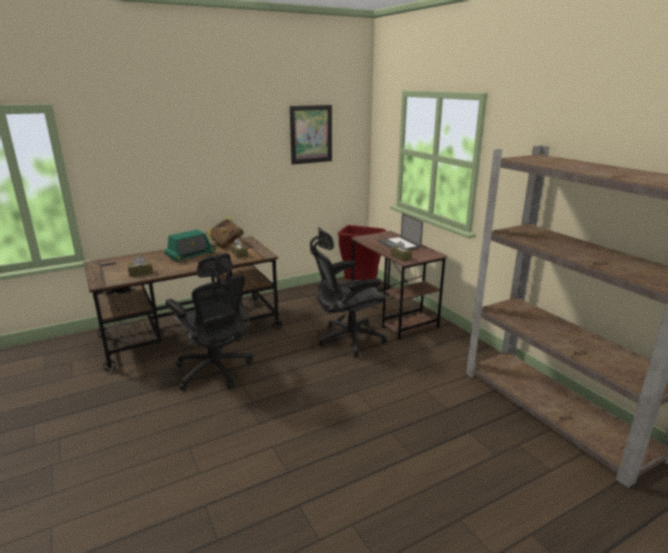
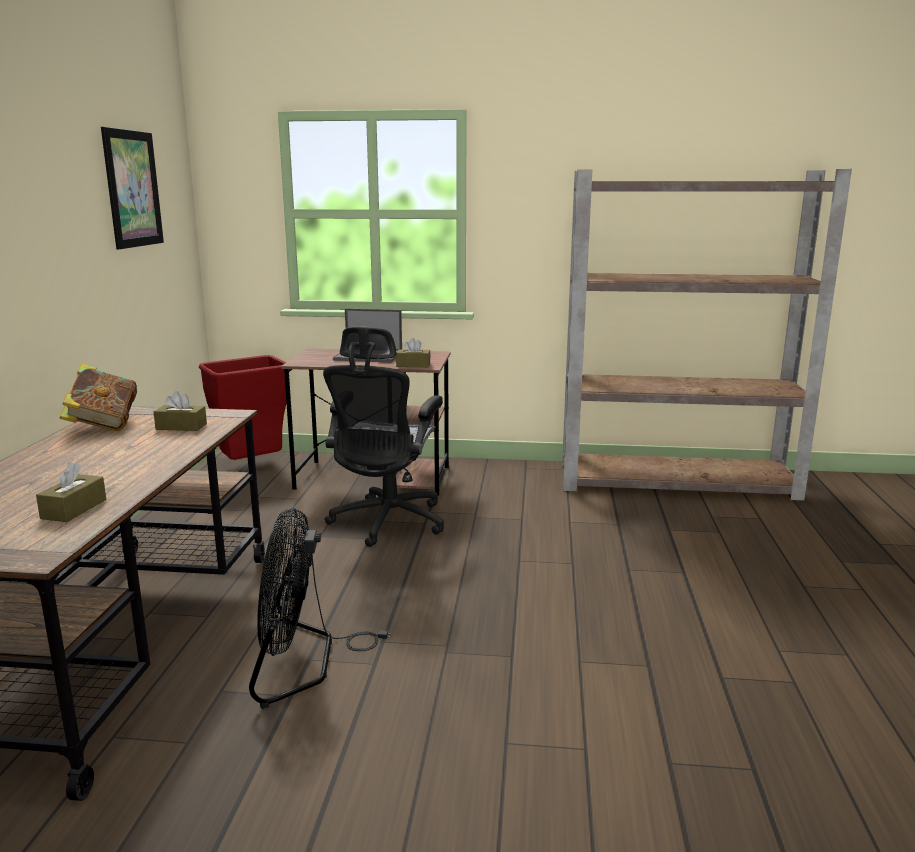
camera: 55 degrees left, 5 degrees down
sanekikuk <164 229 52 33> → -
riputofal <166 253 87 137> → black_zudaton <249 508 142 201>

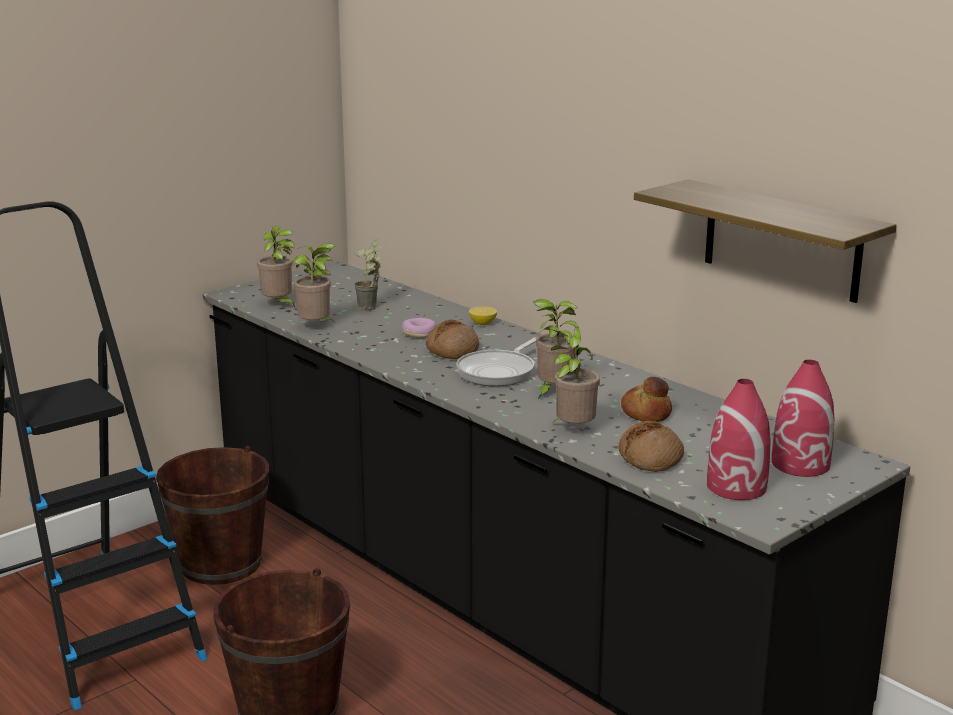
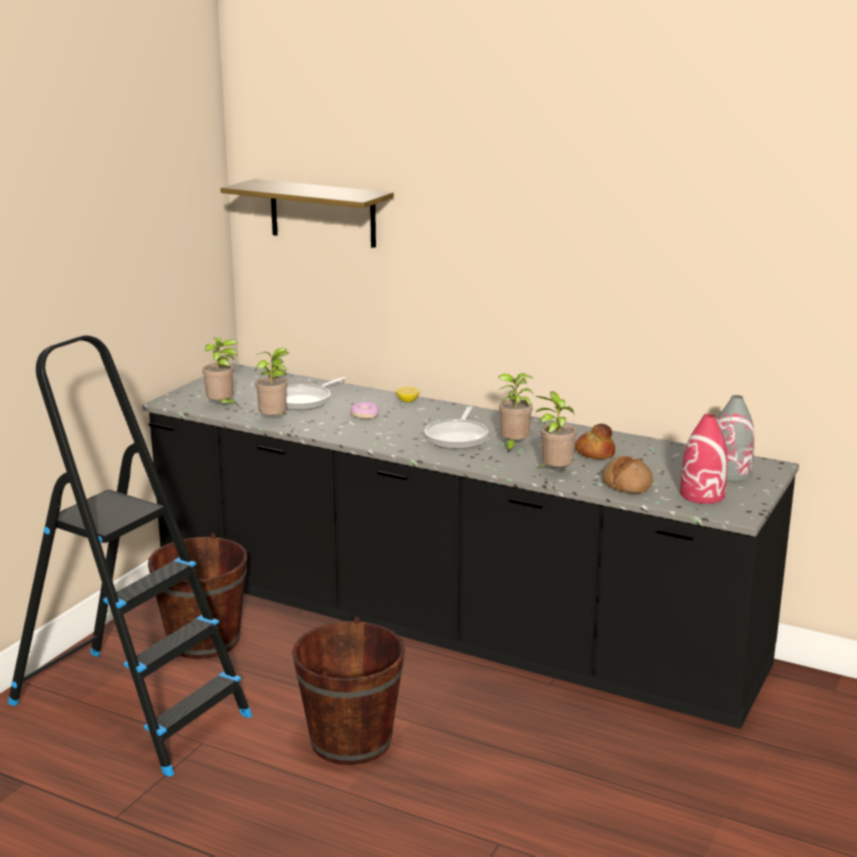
camera: 20 degrees left, 0 degrees up
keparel <634 179 263 124> → keparel <220 179 174 69>, shifted
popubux <354 239 29 71> → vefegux <287 377 59 33>
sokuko <426 319 53 40> → -
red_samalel <772 360 63 117> → grey_samalel <717 395 38 86>

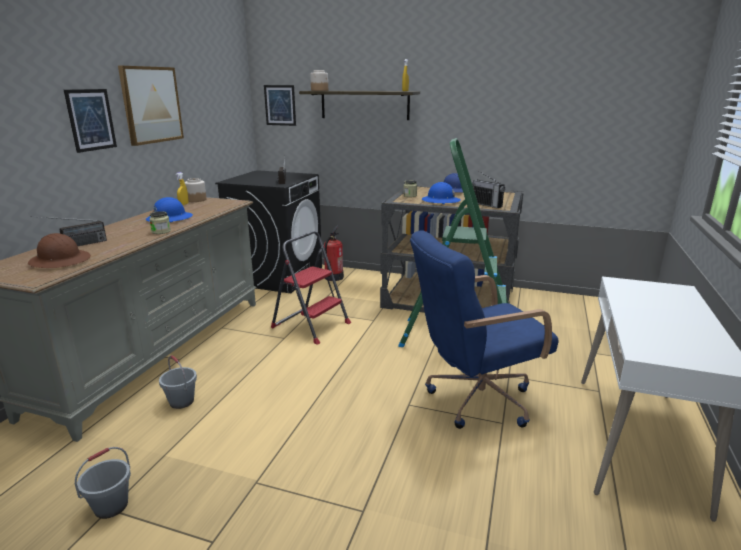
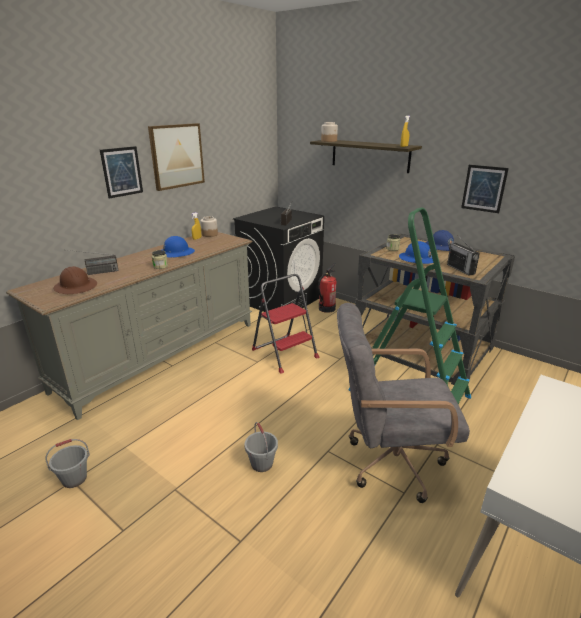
camera: 20 degrees right, 5 degrees up
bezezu <264 85 32 41> → bezezu <461 165 48 48>, shifted
blue_riputofal <410 230 148 199> → grey_riputofal <337 303 133 200>
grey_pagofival <159 355 38 54> → grey_pagofival <245 422 33 50>, shifted

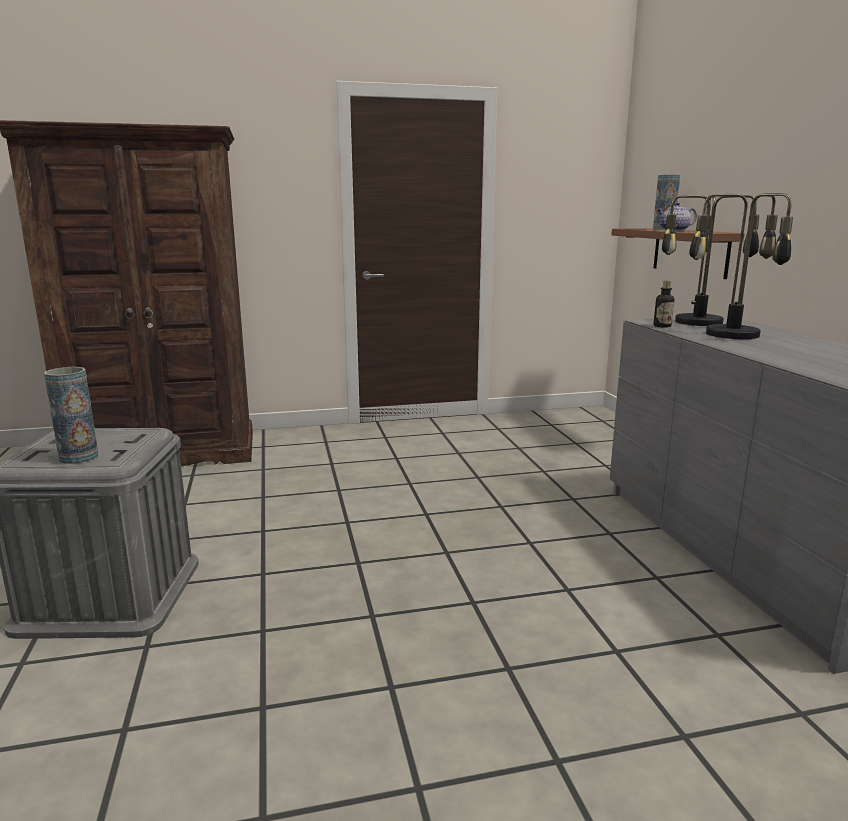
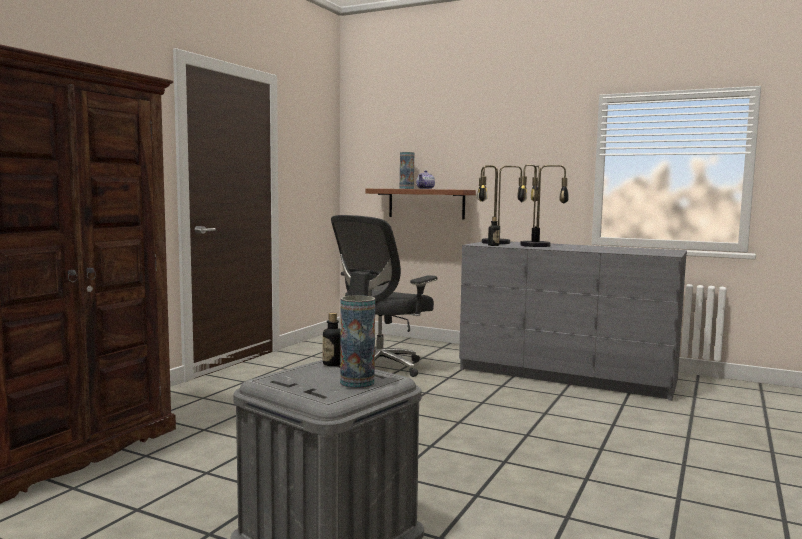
camera: 50 degrees left, 10 degrees down
- → riputofal <331 215 107 162>
- → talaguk <323 313 18 53>

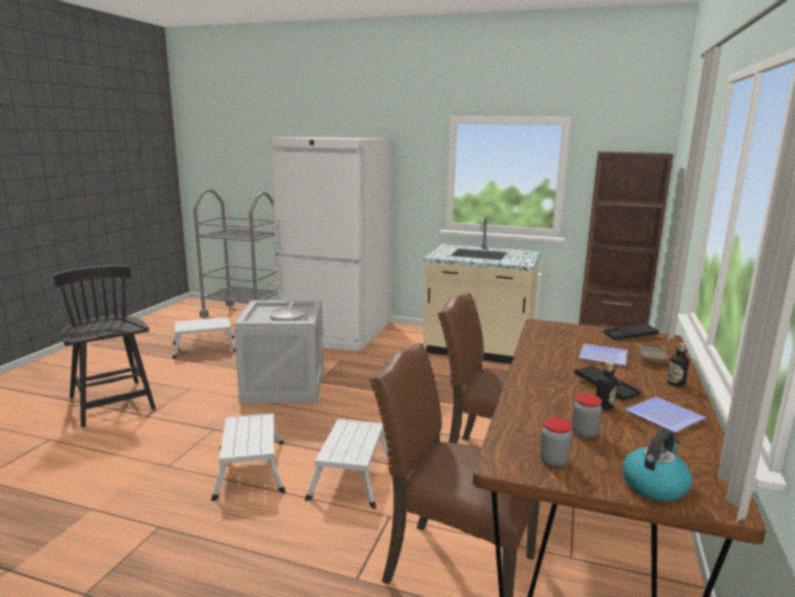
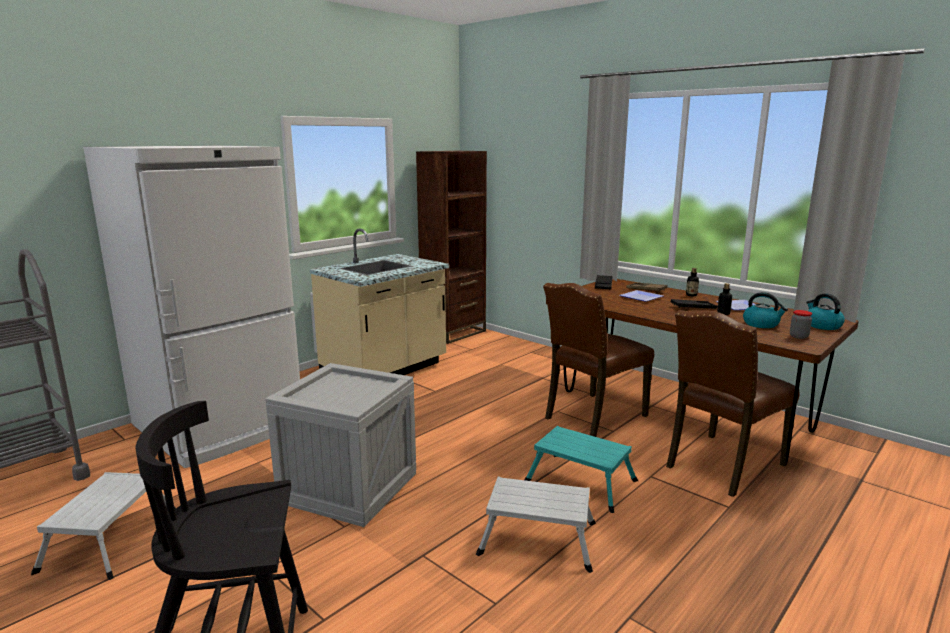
camera: 65 degrees left, 0 degrees up
vefegux <269 301 36 20> → -
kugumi <572 394 30 44> → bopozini <743 292 45 36>
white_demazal <305 419 84 90> → turquoise_demazal <524 426 114 87>

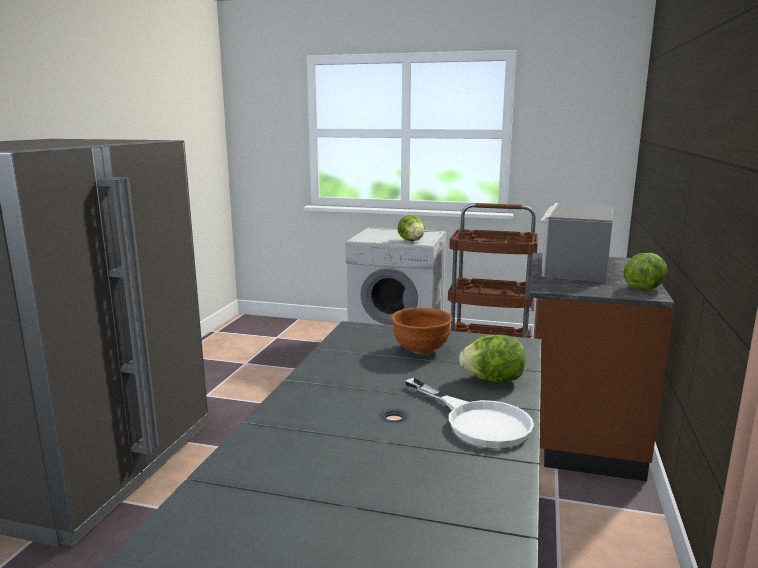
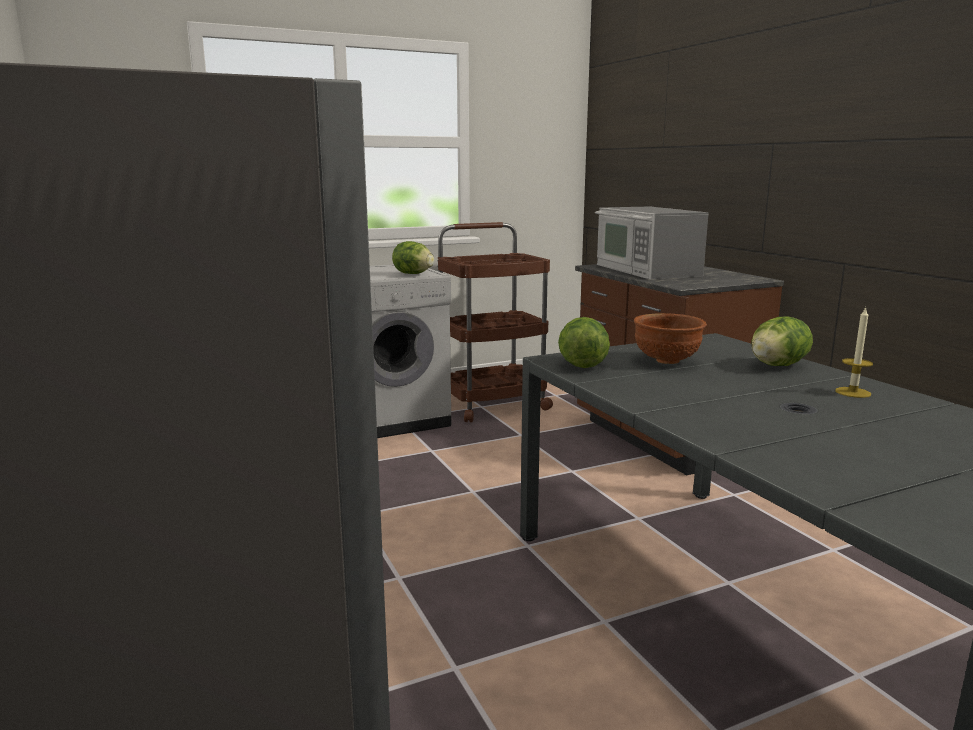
camera: 40 degrees left, 0 degrees up
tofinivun <623 253 44 37> → tofinivun <558 317 52 51>, shifted
white_vefegux <405 378 129 70> → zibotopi <835 307 38 91>

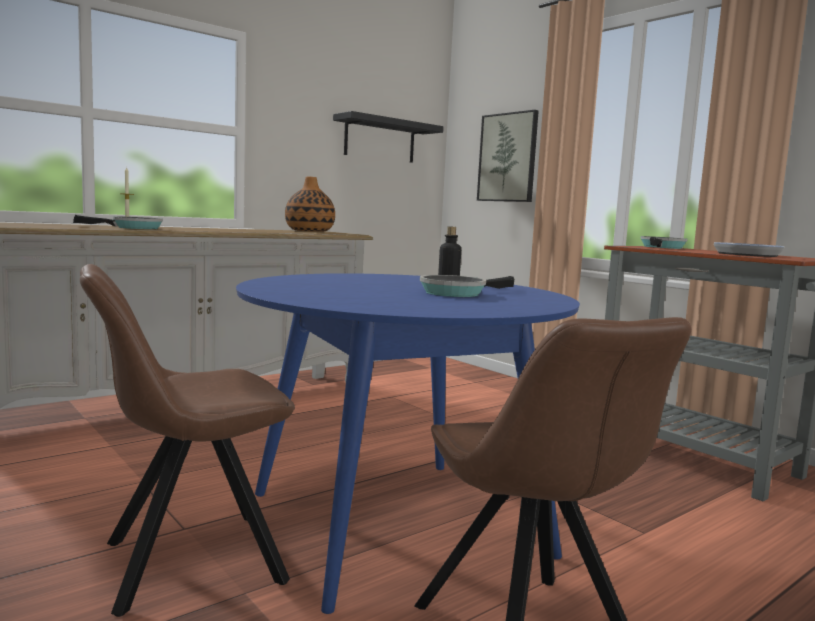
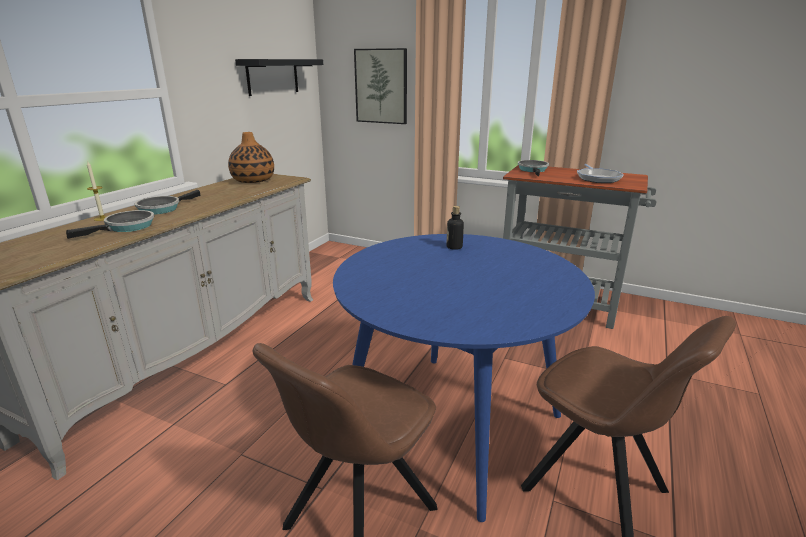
camera: 25 degrees left, 15 degrees up
vefegux <420 275 94 22> → vefegux <134 190 67 25>, shifted

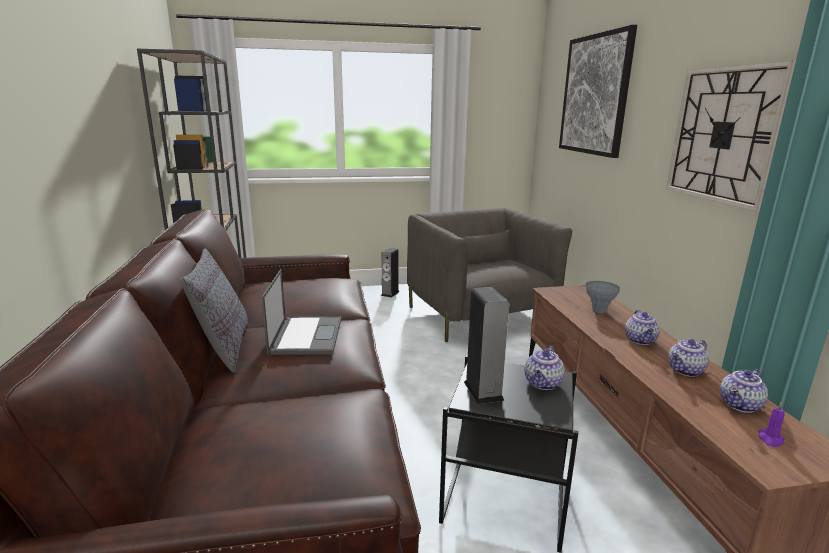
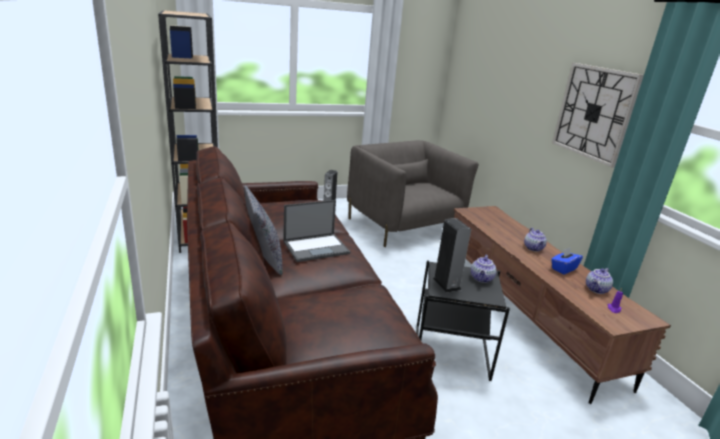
camera: 10 degrees left, 5 degrees up
bezezu <559 25 78 133> → -
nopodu <262 269 79 86> → nopodu <283 200 67 62>, 75 degrees clockwise
grey_samalel <586 281 34 33> → -
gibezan <668 339 41 38> → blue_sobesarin <551 247 32 27>

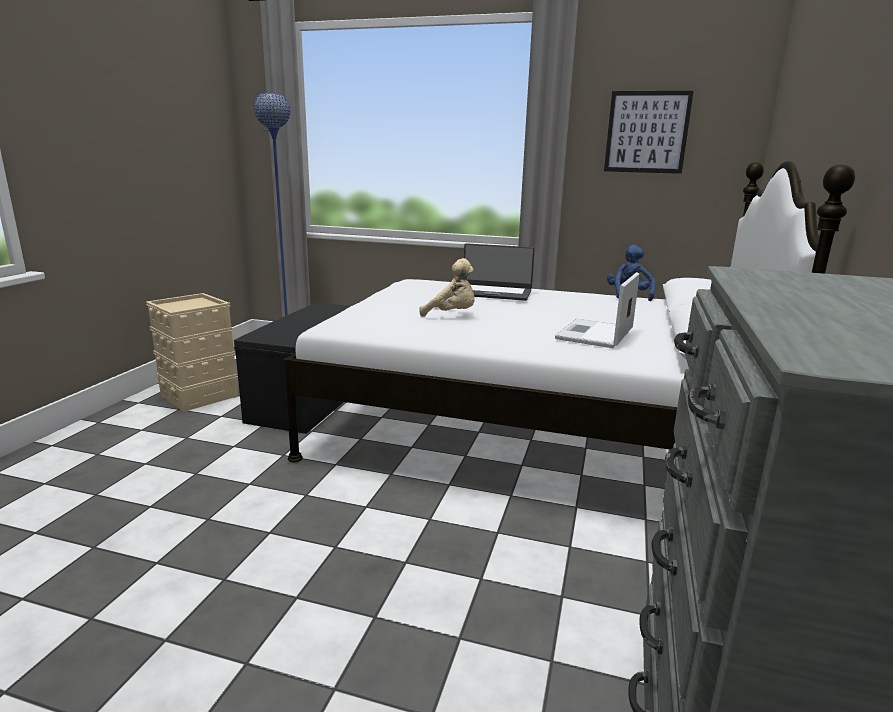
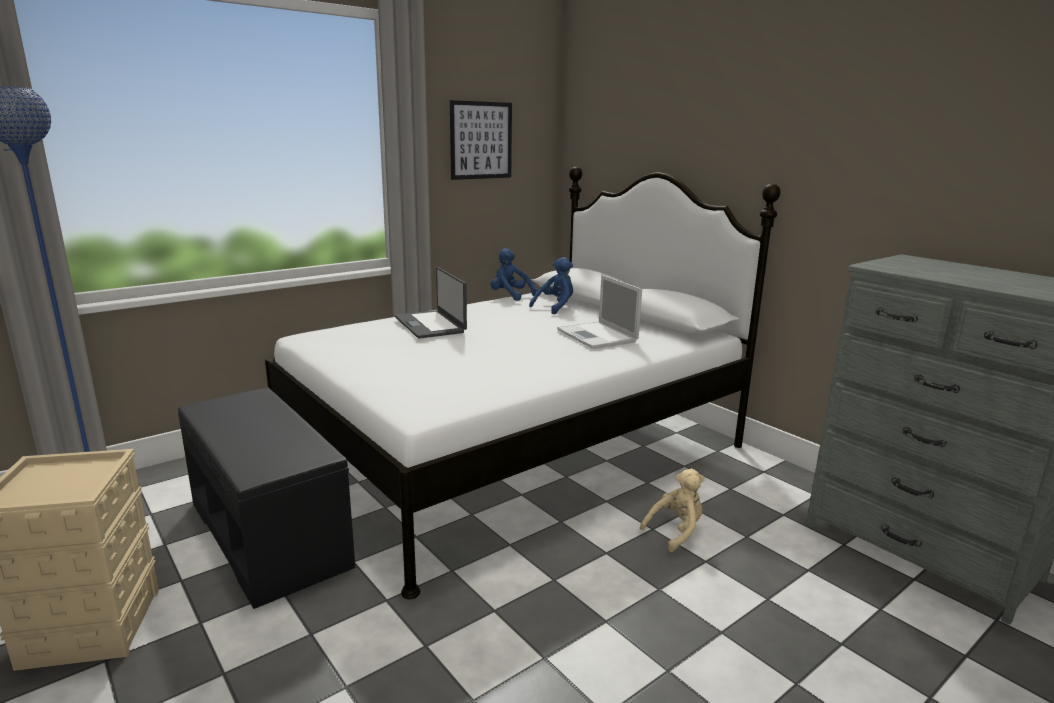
camera: 55 degrees left, 0 degrees up
nopodu <464 243 71 58> → nopodu <395 267 72 72>, 105 degrees clockwise
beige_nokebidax <420 258 55 59> → beige_nokebidax <640 469 65 83>, shifted
- → blue_nokebidax <529 257 44 58>

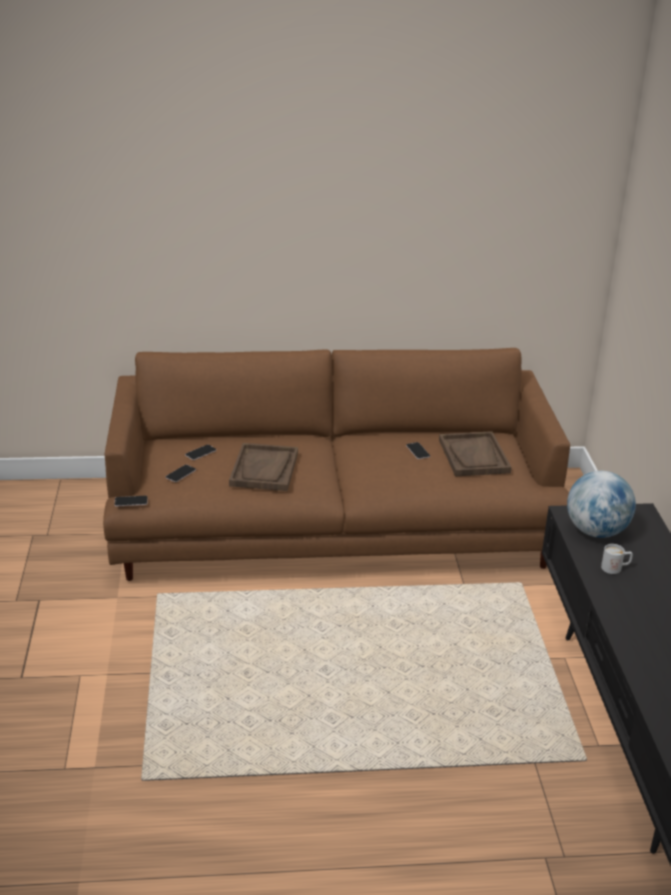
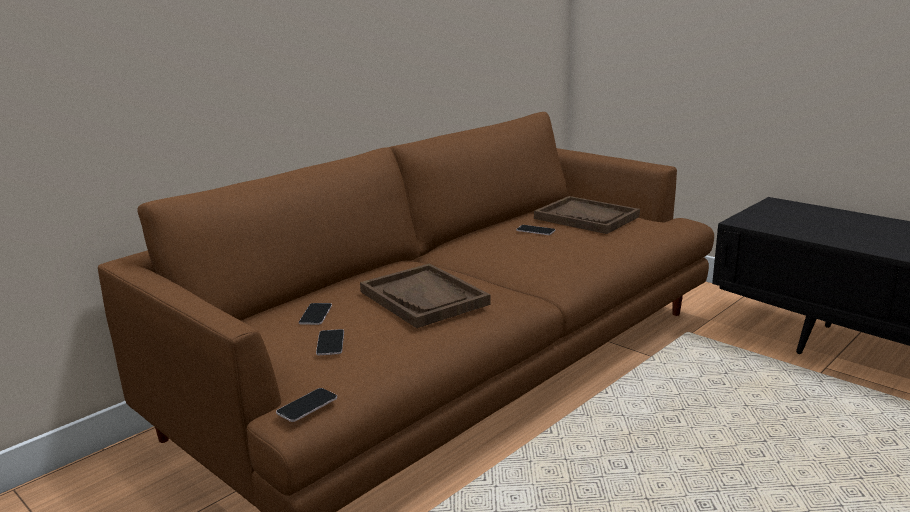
camera: 40 degrees left, 10 degrees down
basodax <567 471 69 67> → -
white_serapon <601 544 32 30> → -

